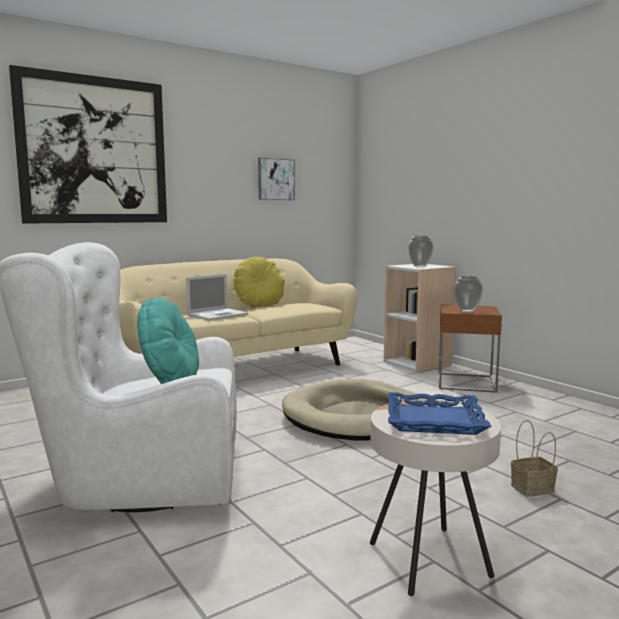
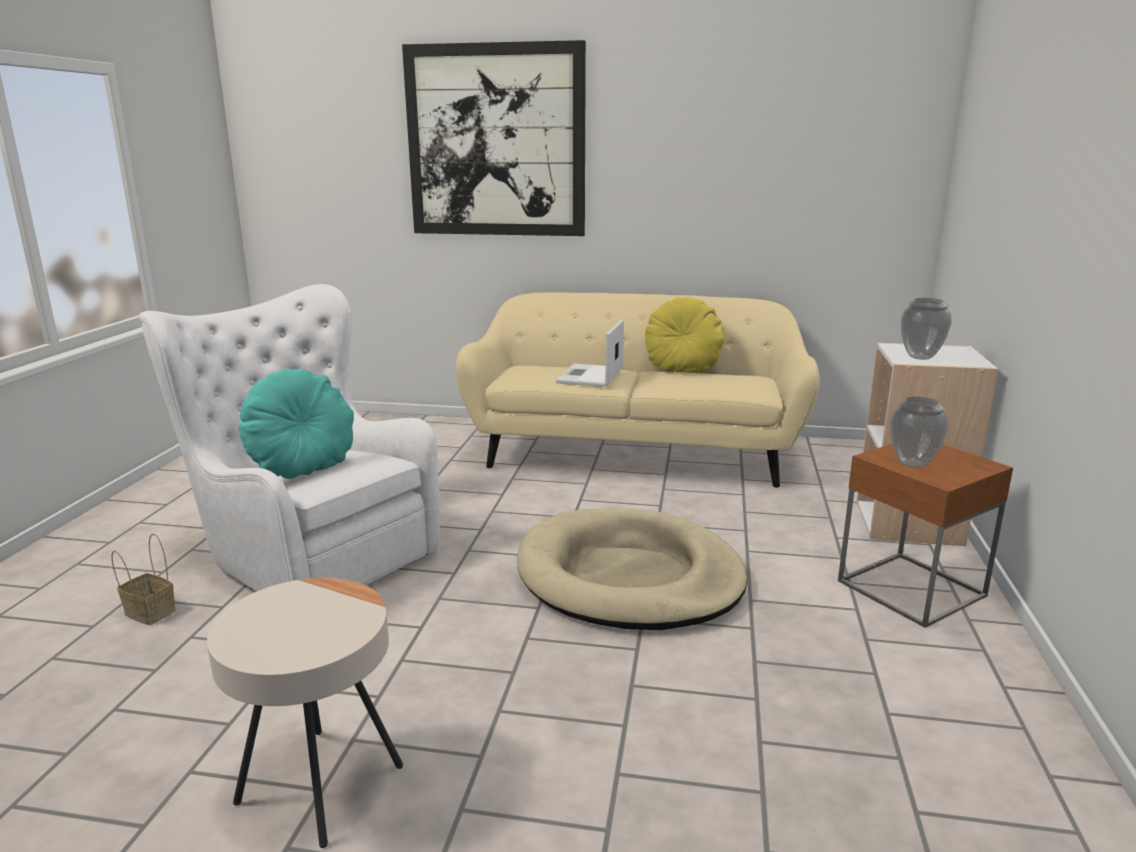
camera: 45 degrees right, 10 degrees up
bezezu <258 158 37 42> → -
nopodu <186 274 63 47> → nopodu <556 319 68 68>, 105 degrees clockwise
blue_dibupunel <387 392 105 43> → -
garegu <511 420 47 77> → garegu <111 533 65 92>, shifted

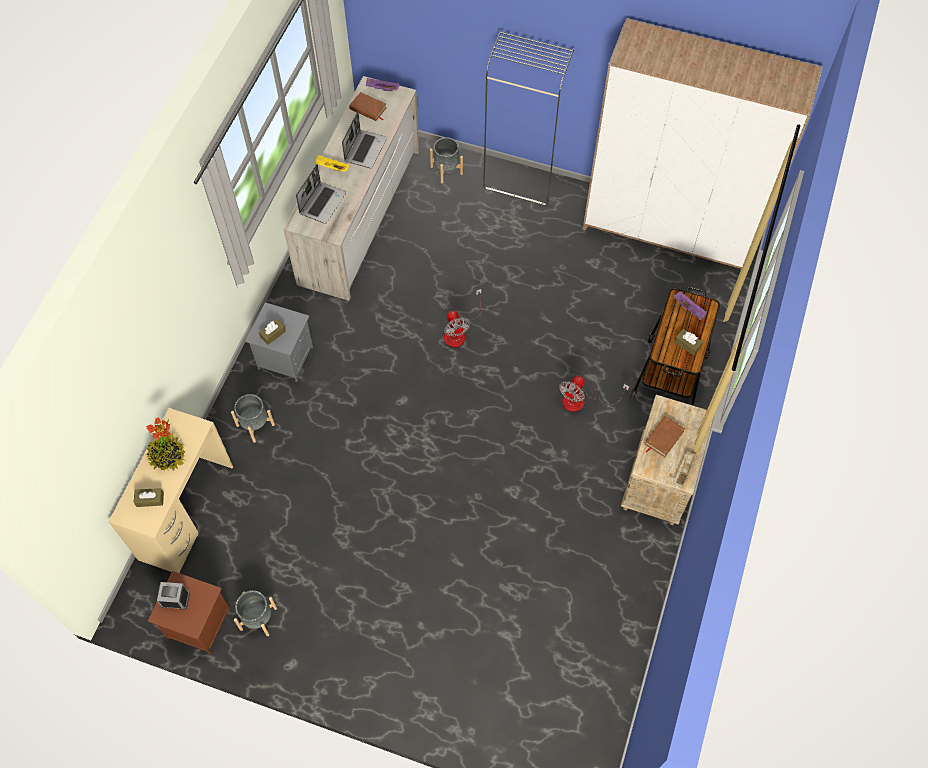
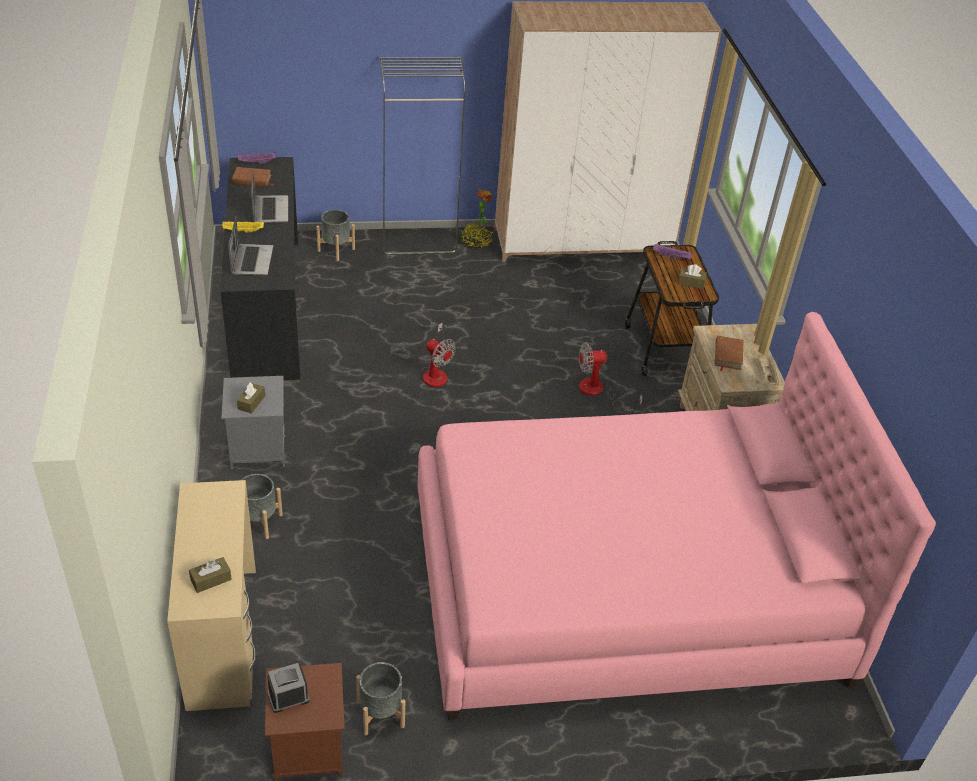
camera: 30 degrees left, 20 degrees down
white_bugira <283 76 136 225> → black_bugira <220 157 80 223>
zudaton <559 375 70 37> → zudaton <579 343 64 72>, 75 degrees clockwise
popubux <146 418 39 53> → popubux <461 188 33 60>, shifted
- → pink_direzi <418 312 518 408>

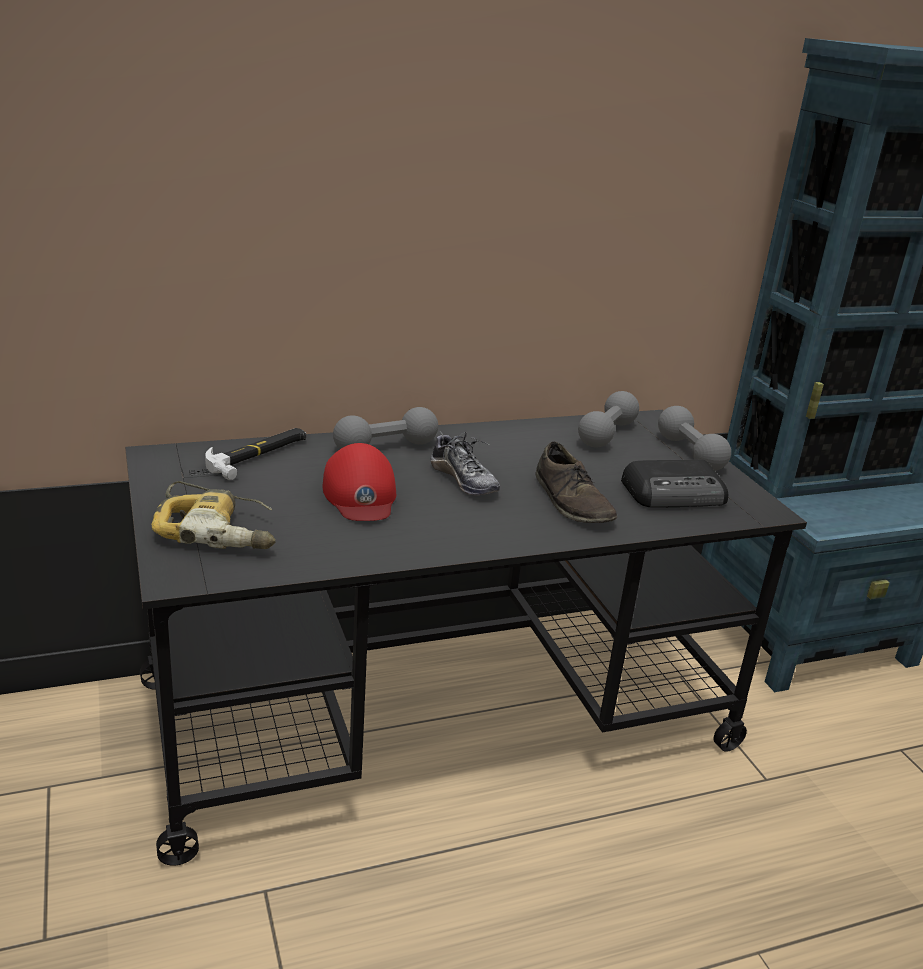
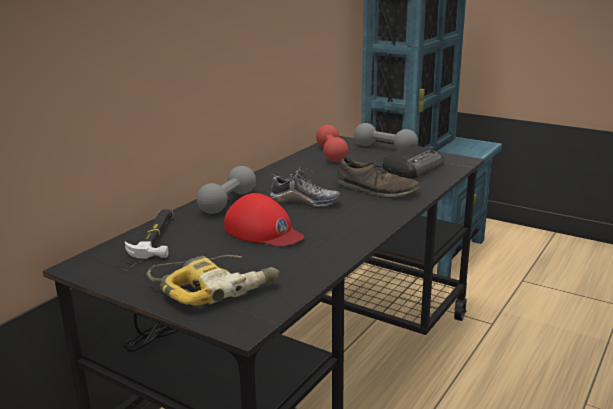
camera: 35 degrees left, 5 degrees down
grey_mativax <578 391 61 56> → red_mativax <316 125 32 37>

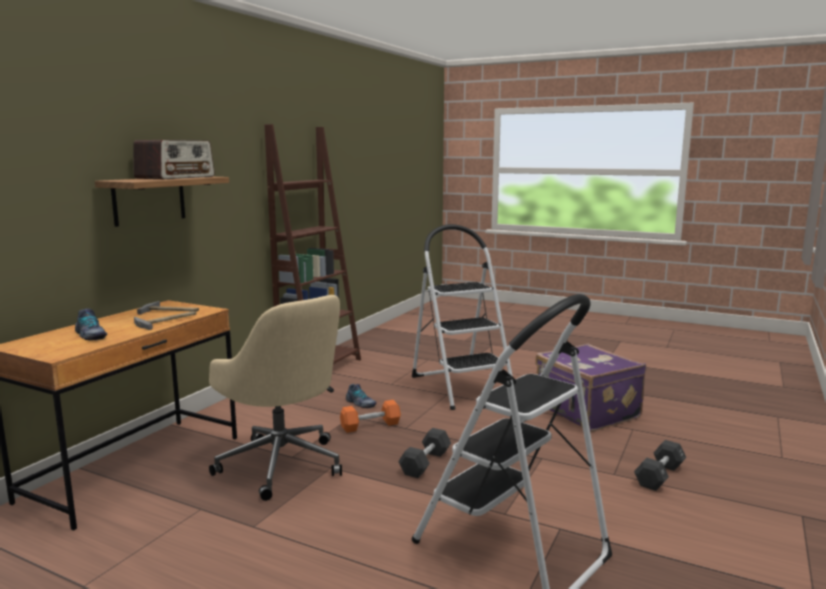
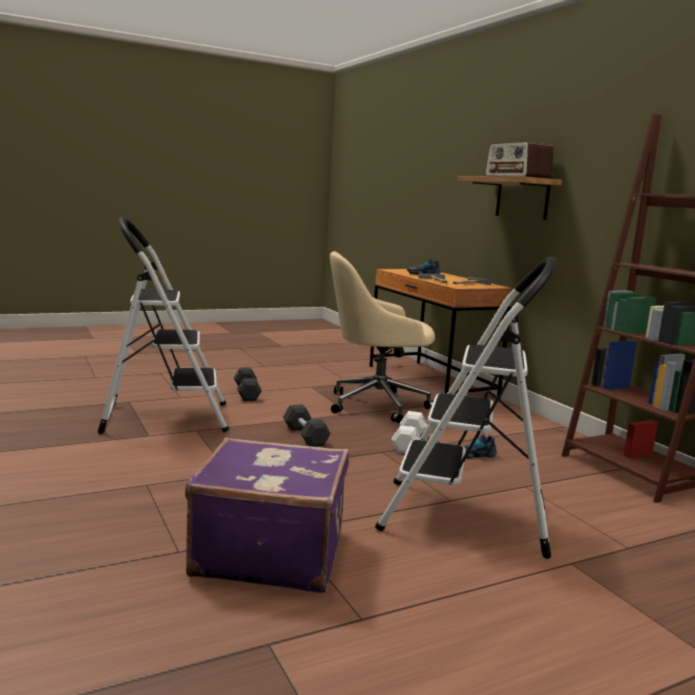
camera: 125 degrees right, 0 degrees up
orange_mativax <340 400 61 33> → white_mativax <391 411 36 42>
black_mativax <634 440 52 51> → black_mativax <234 368 28 33>, shifted

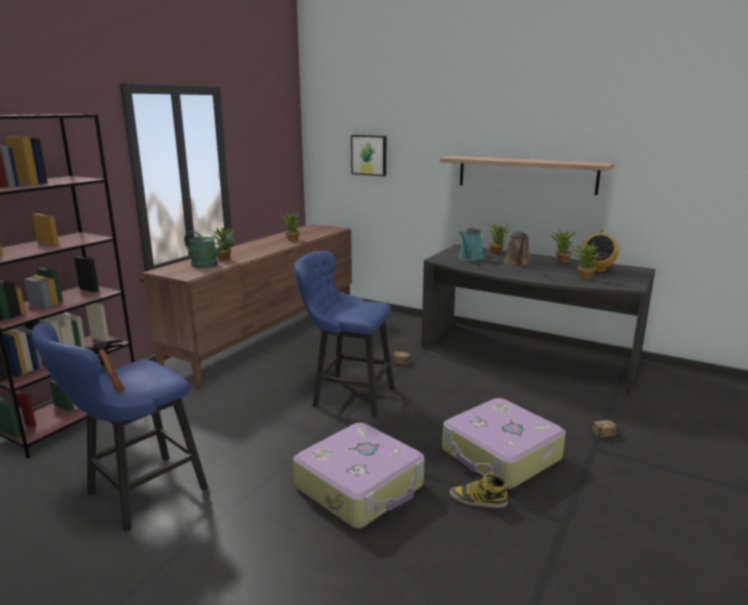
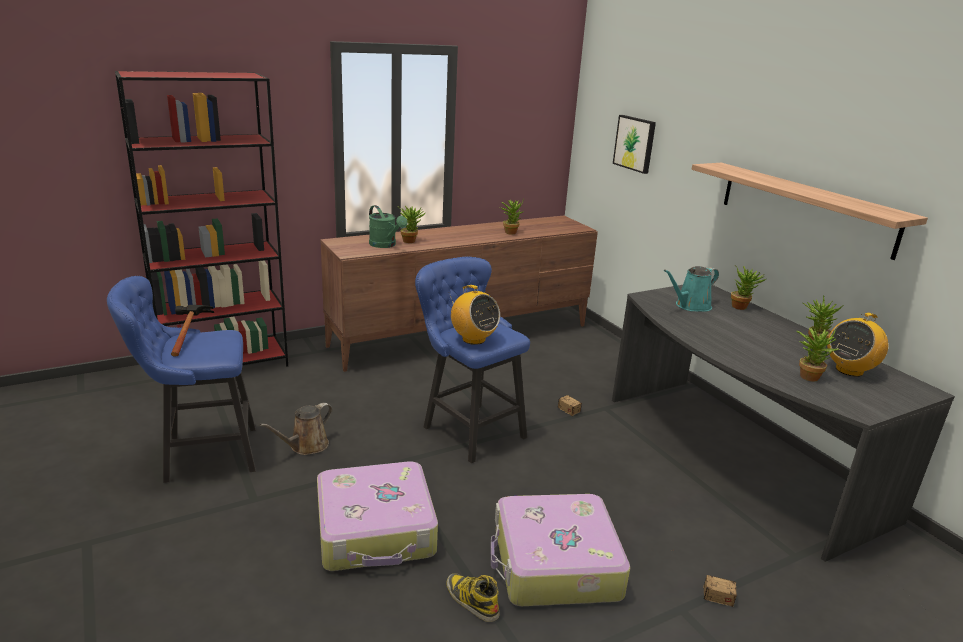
camera: 30 degrees right, 5 degrees up
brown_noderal <504 232 28 34> → brown_noderal <260 403 73 52>, shifted
- → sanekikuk <450 285 50 60>

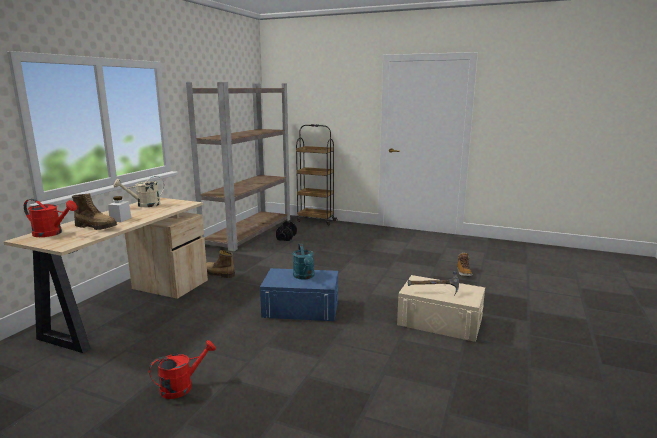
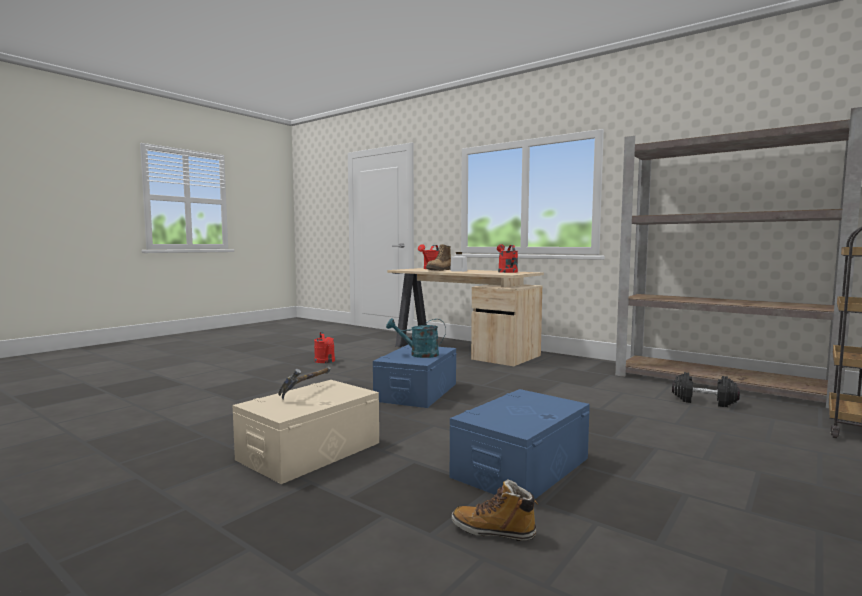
camera: 105 degrees right, 10 degrees down
beige_noderal <113 176 51 31> → red_noderal <497 244 21 29>
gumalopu <206 250 29 28> → -
- → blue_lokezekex <450 389 140 110>

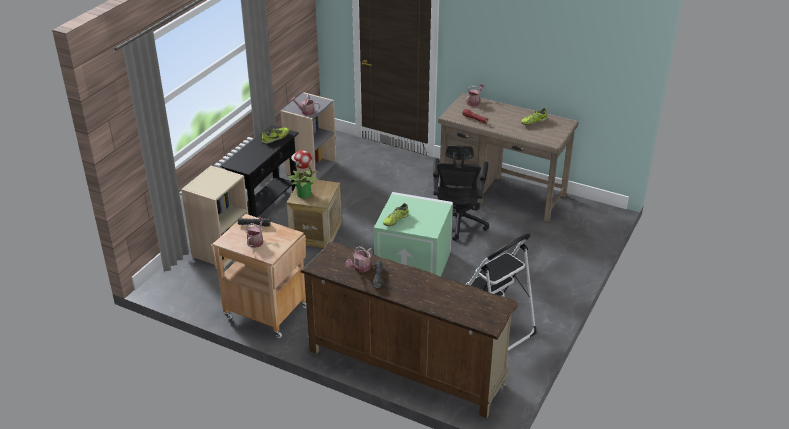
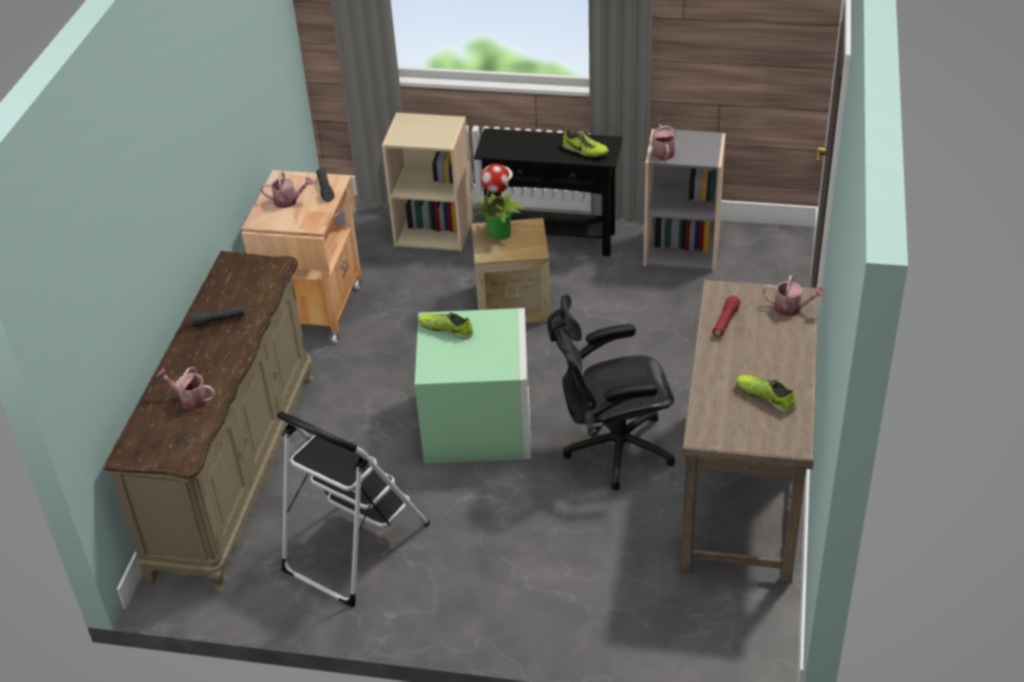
camera: 75 degrees right, 5 degrees up
noderal <346 246 27 26> → noderal <156 367 59 43>, shifted

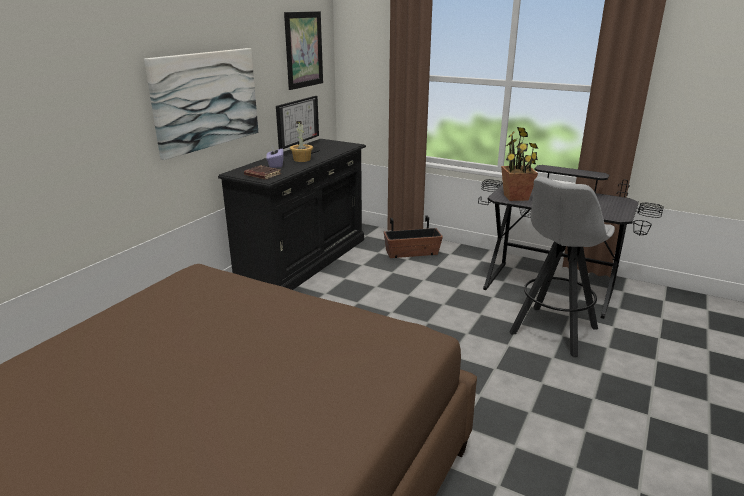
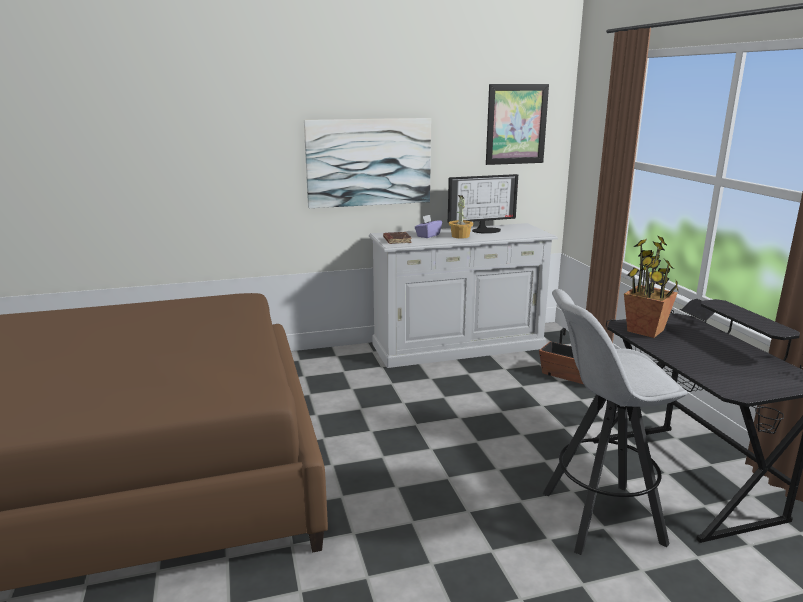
camera: 45 degrees right, 5 degrees down
black_bugira <218 139 148 151> → white_bugira <369 223 189 145>

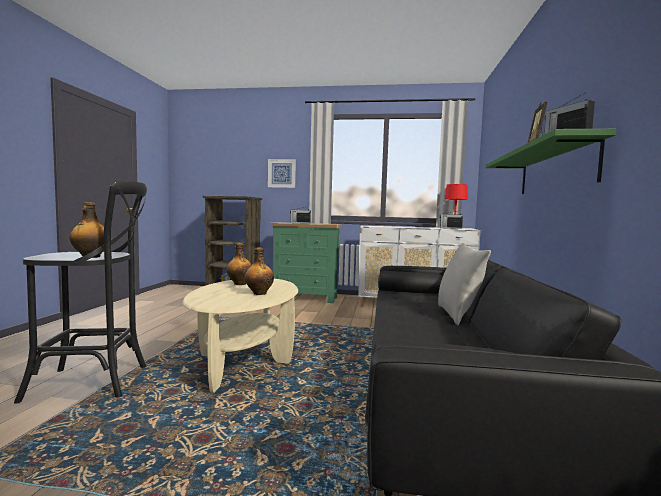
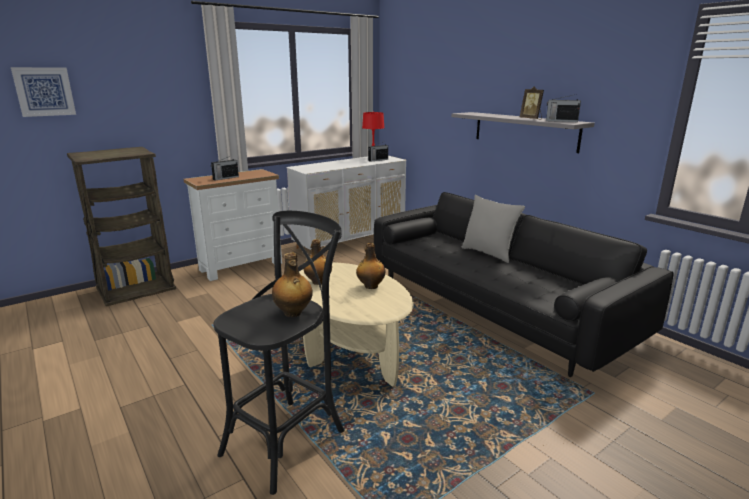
camera: 45 degrees left, 15 degrees up
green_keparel <486 129 130 65> → grey_keparel <451 112 144 41>
bezezu <268 159 28 29> → bezezu <11 67 65 50>, shifted
green_bugira <271 222 70 81> → white_bugira <184 169 98 112>

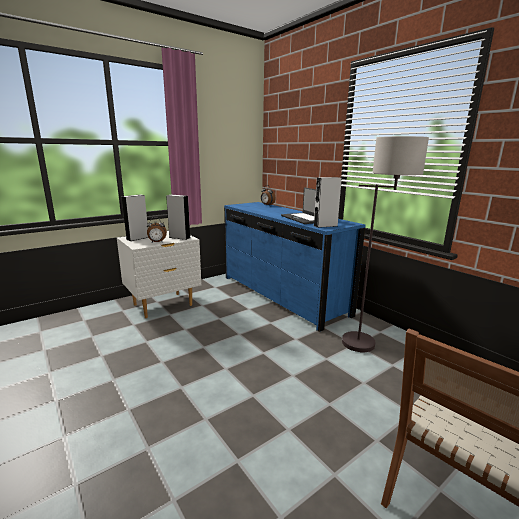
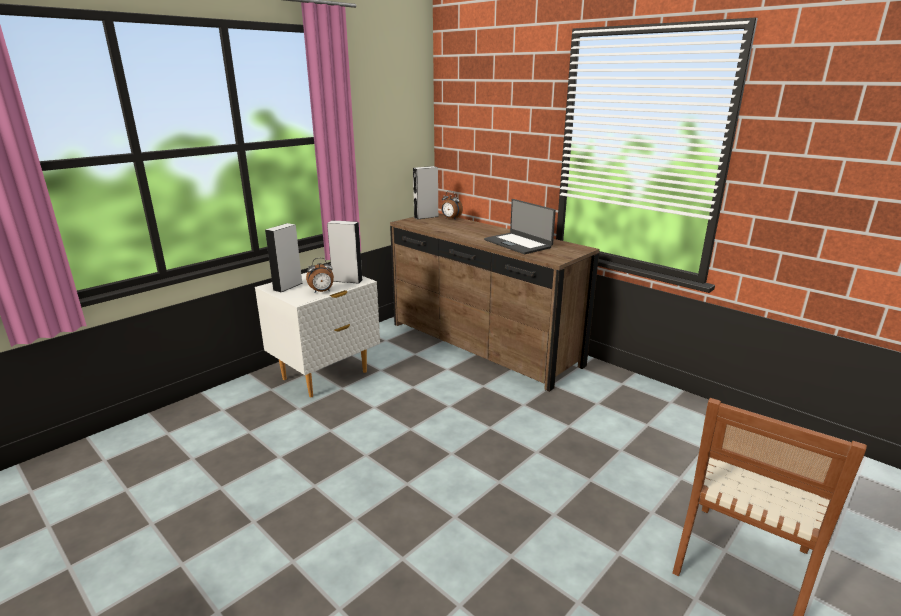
camera: 10 degrees left, 5 degrees up
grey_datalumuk <342 136 87 216> → -
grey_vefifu <314 177 28 51> → grey_vefifu <413 166 25 53>, shifted
blue_bugira <224 202 142 130> → brown_bugira <390 213 210 179>

